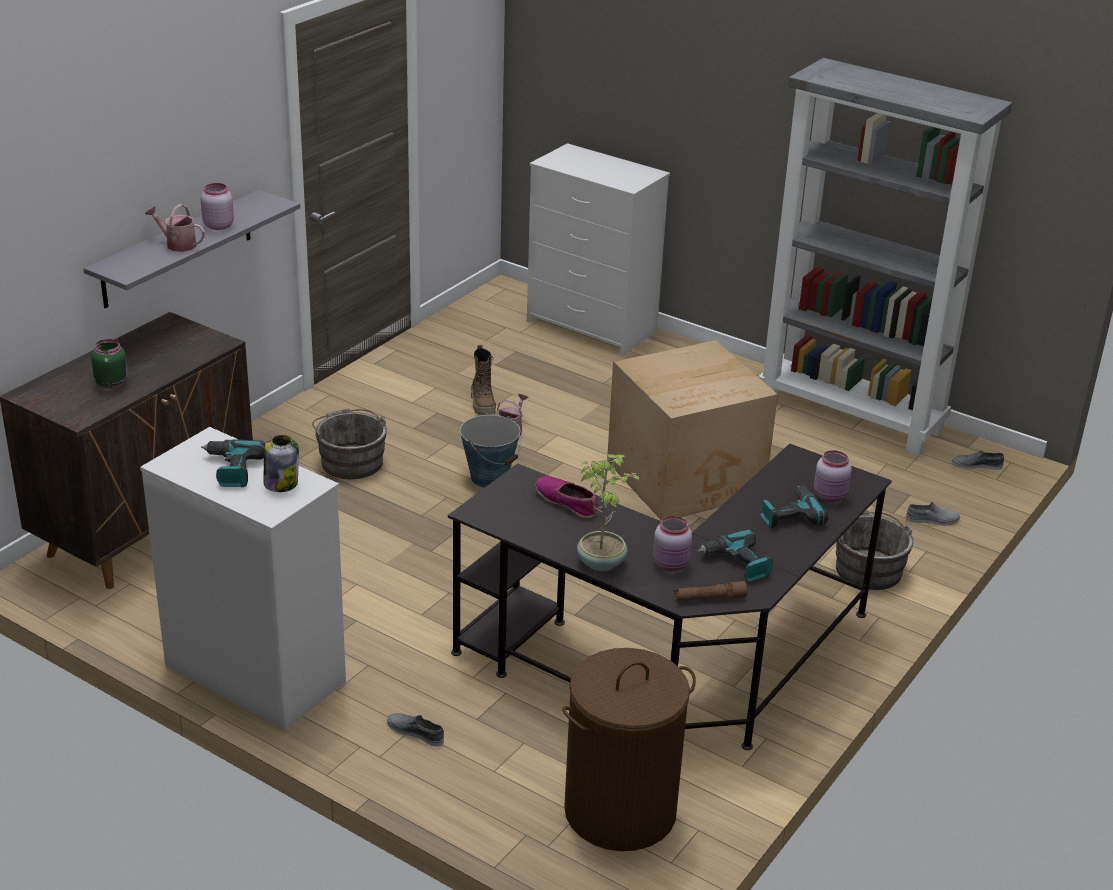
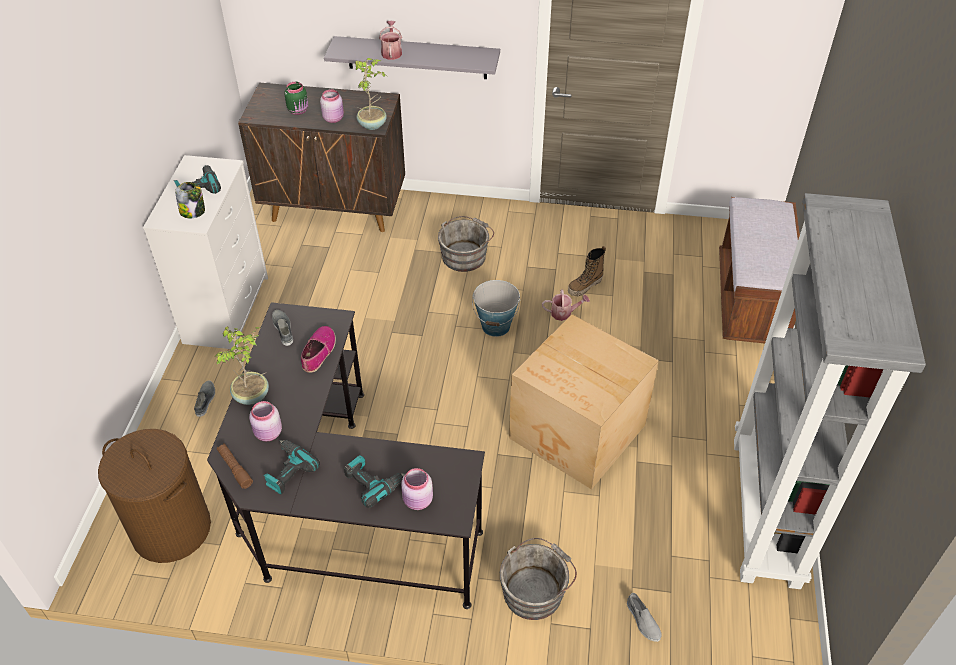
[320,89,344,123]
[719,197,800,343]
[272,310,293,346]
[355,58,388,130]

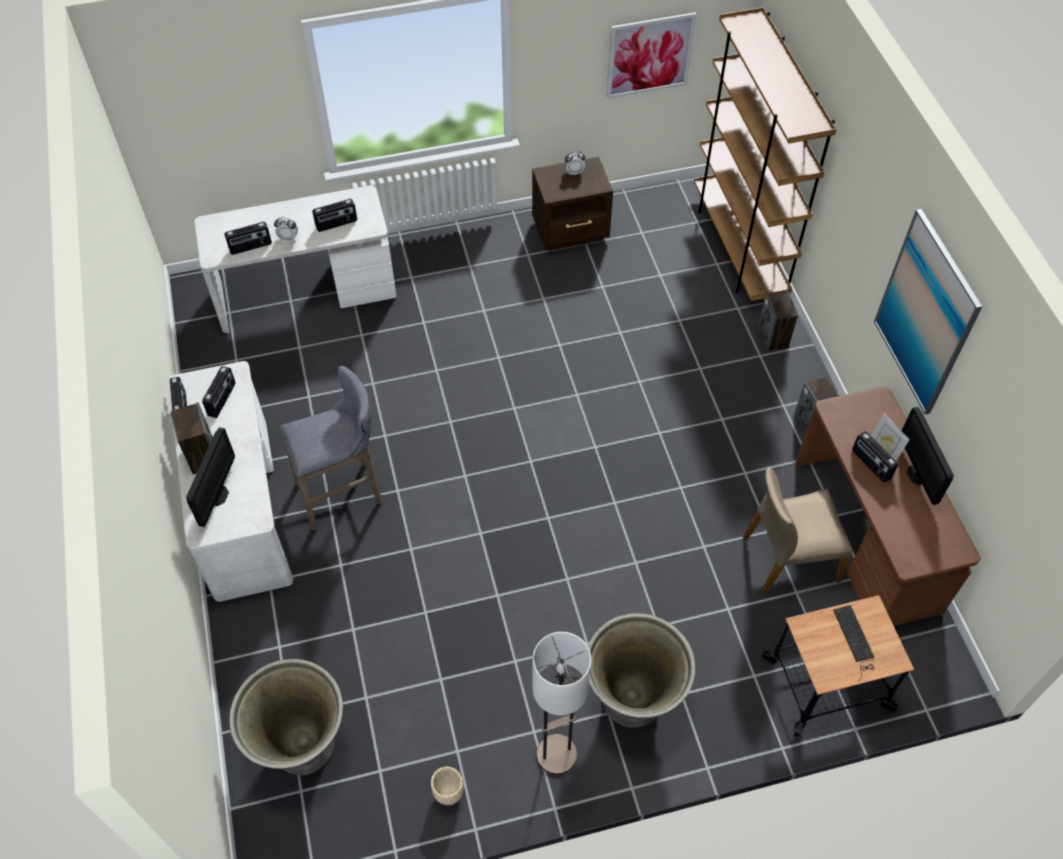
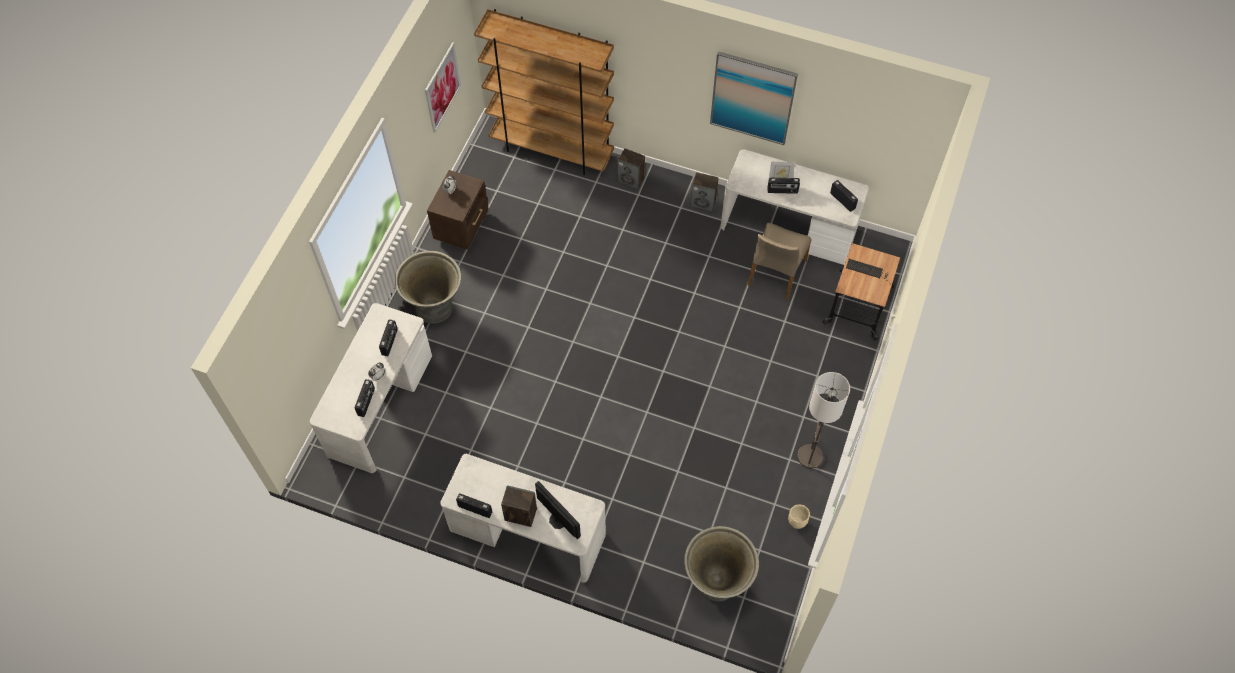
[830,180,858,212]
[280,366,382,530] (first image)
[395,251,461,324]
[721,149,869,265]
[902,407,954,505] (first image)

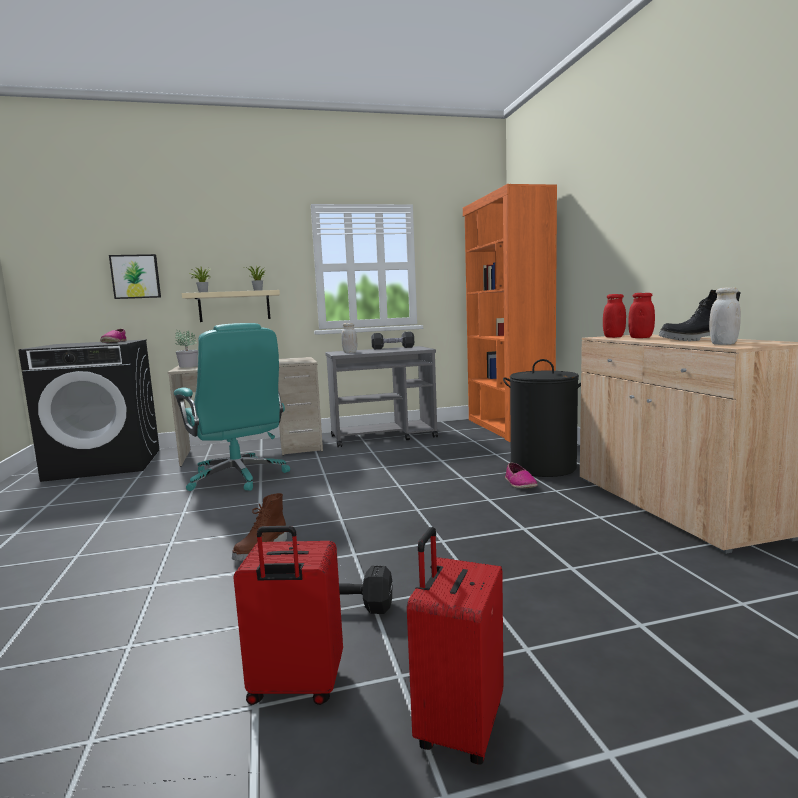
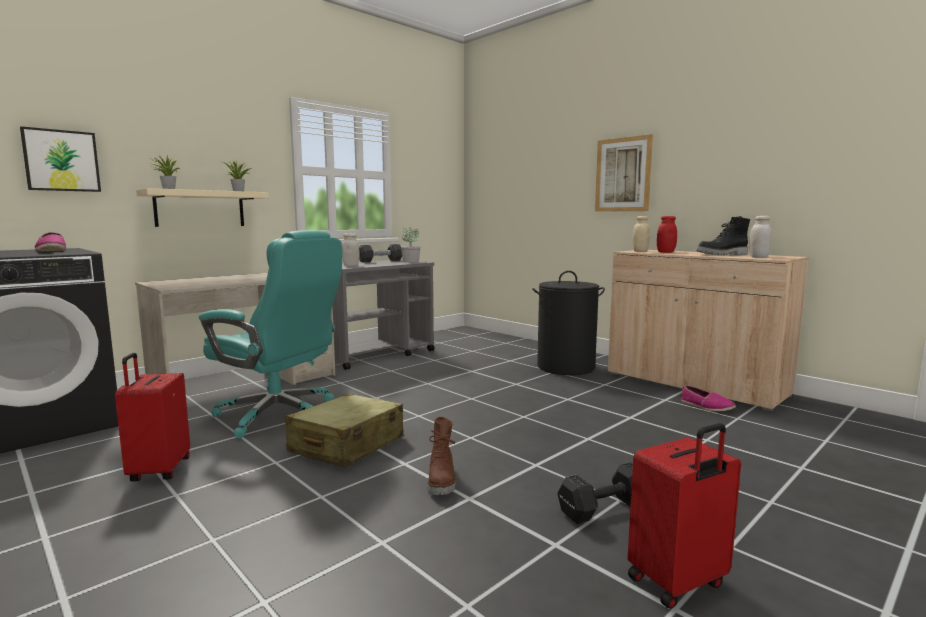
[401,227,420,262]
[115,353,190,482]
[463,184,557,442] (first image)
[681,386,736,411]
[632,216,650,252]
[285,393,404,468]
[595,134,653,212]

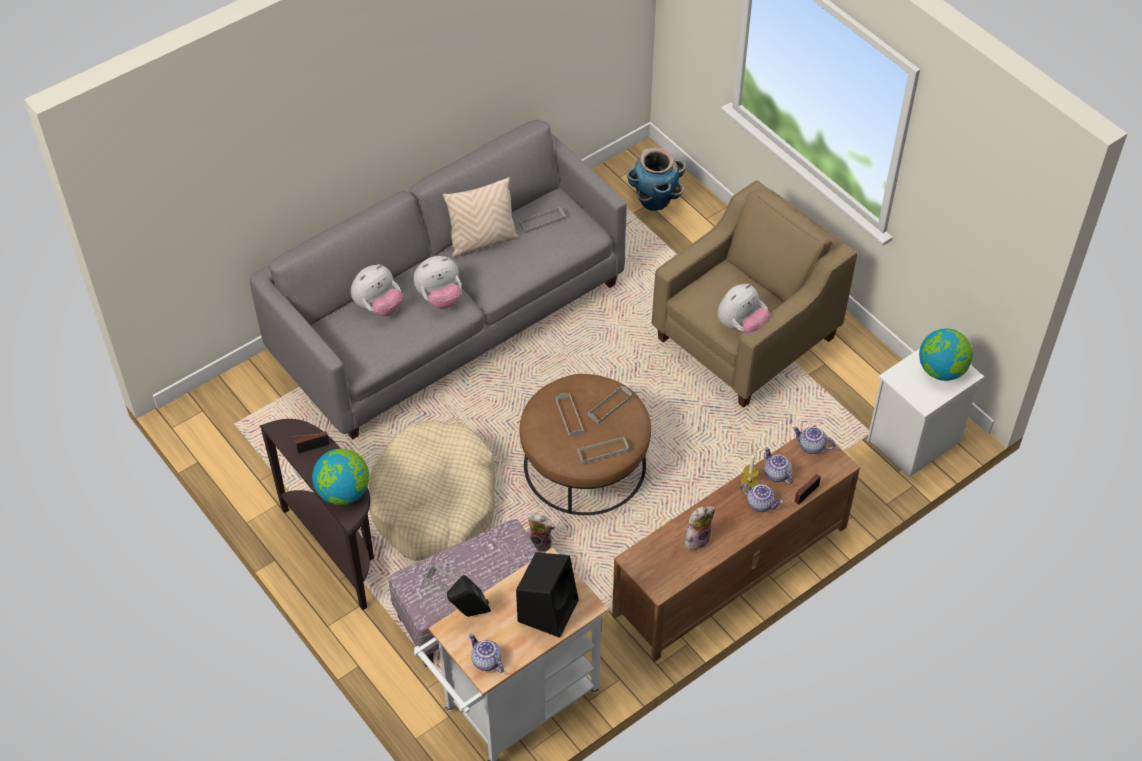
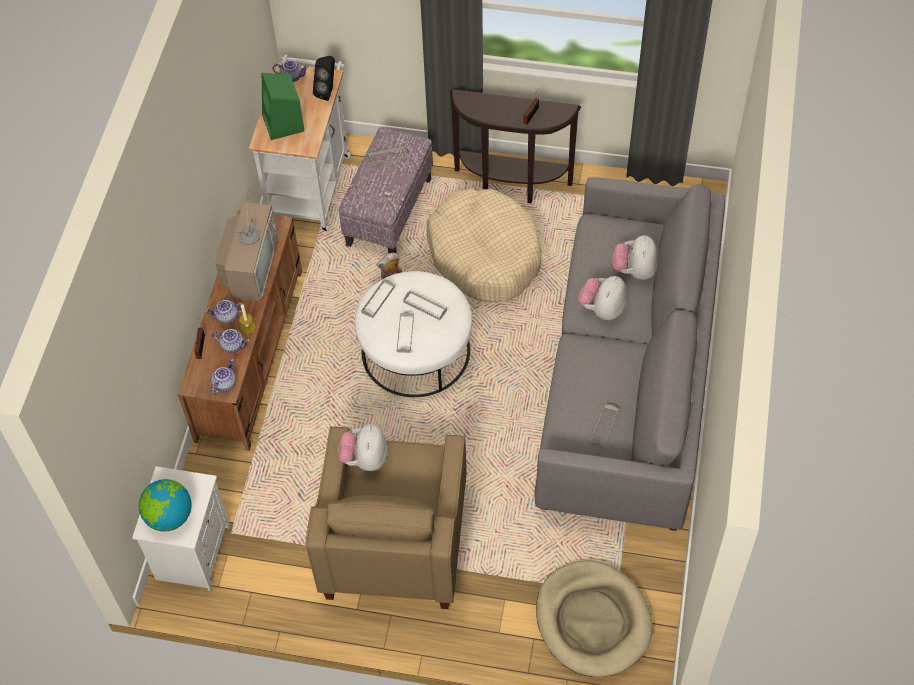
[312,448,369,505] (first image)
[443,177,519,257] (first image)
[262,73,305,140]
[355,271,472,397]
[536,560,653,677]
[215,196,278,302]
[211,359,236,395]

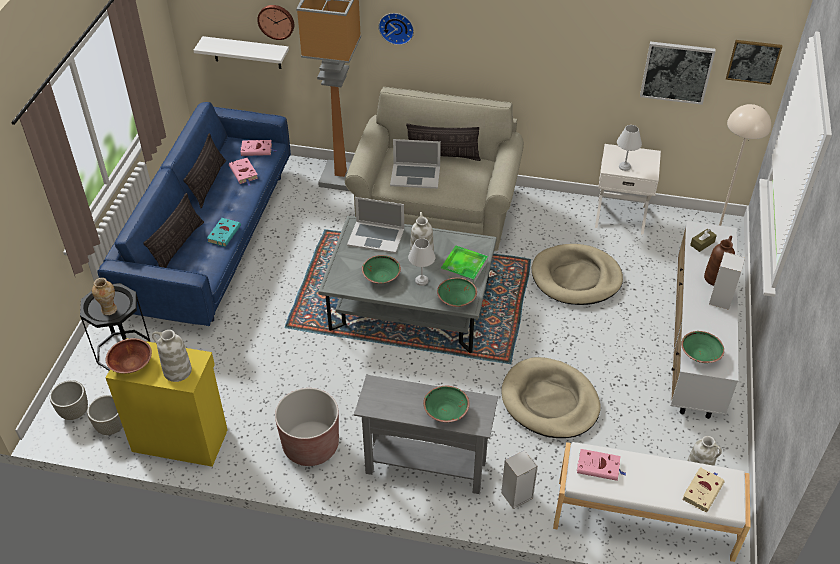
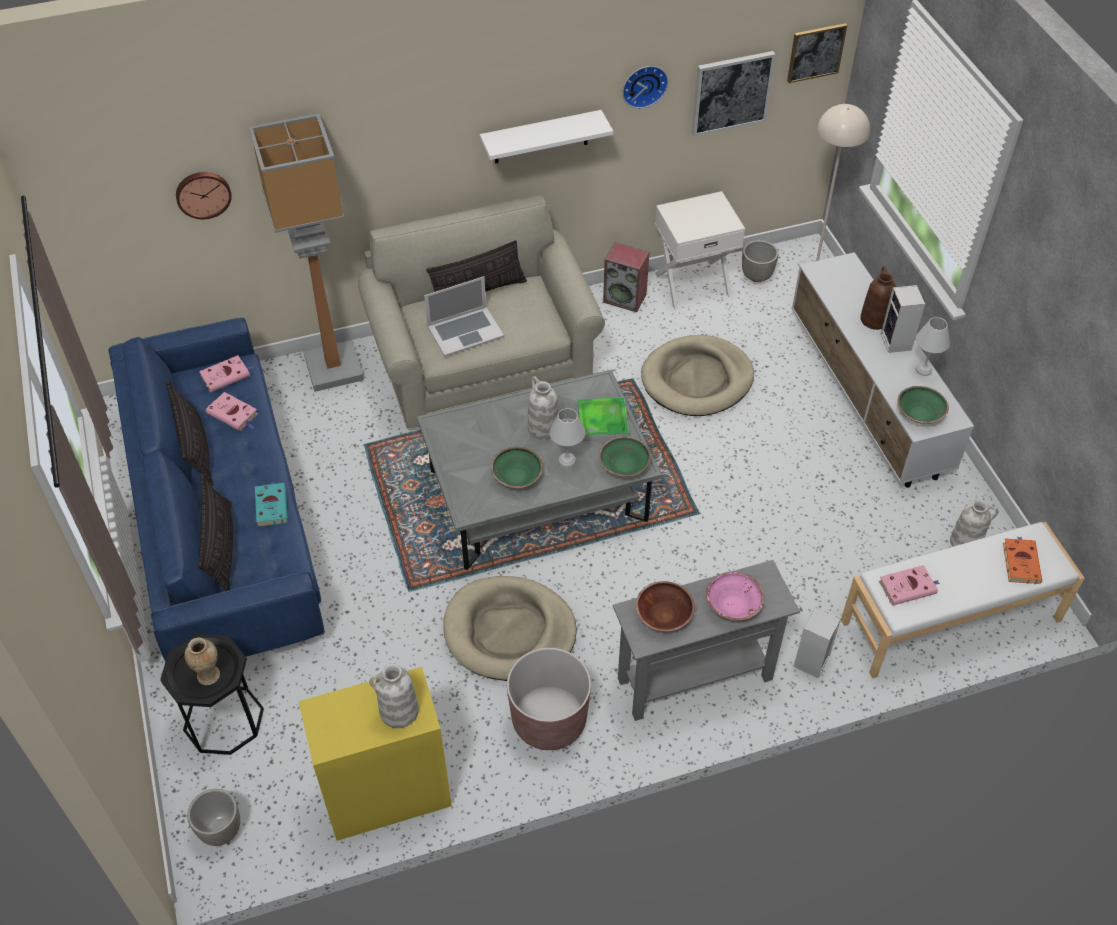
[742,240,778,282]
[636,581,695,632]
[480,110,613,164]
[347,197,404,254] (first image)
[622,66,668,108]
[706,572,764,621]
[443,576,576,681]
[916,317,950,376]
[1003,537,1042,584]
[690,229,717,252] (first image)
[603,242,649,312]

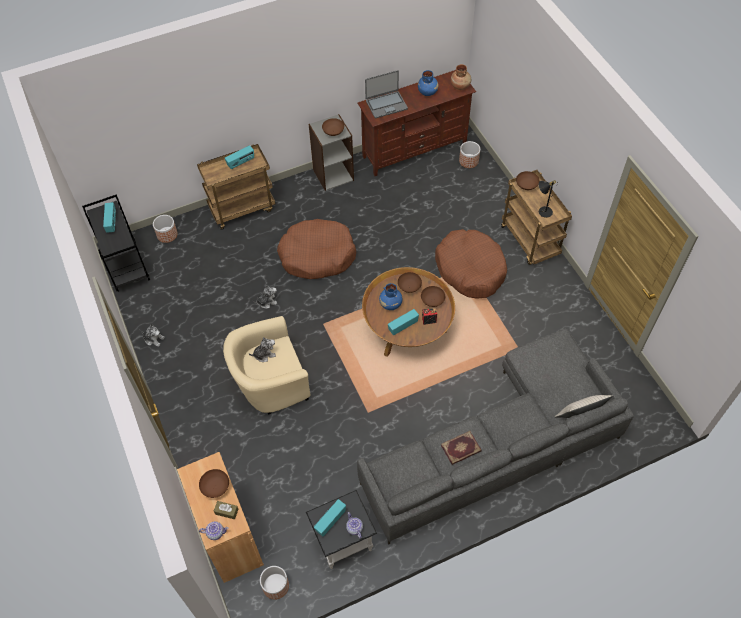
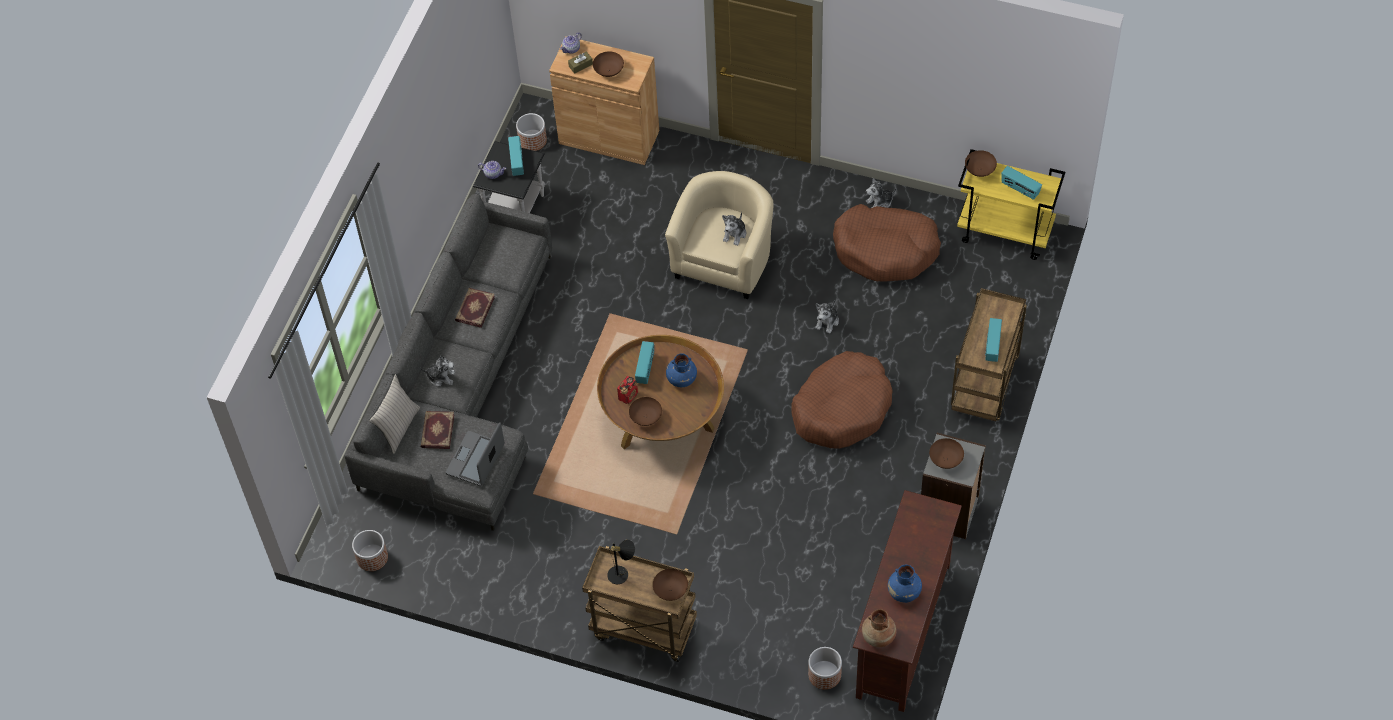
[957,149,1065,260]
[352,530,388,571]
[446,422,505,486]
[965,150,997,177]
[833,204,941,281]
[420,355,455,387]
[421,411,455,449]

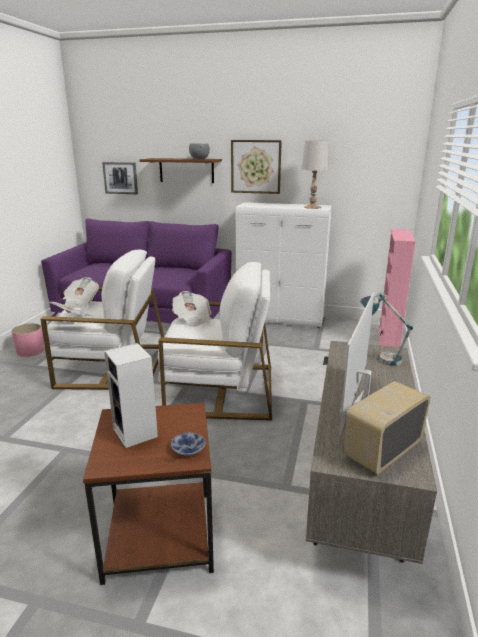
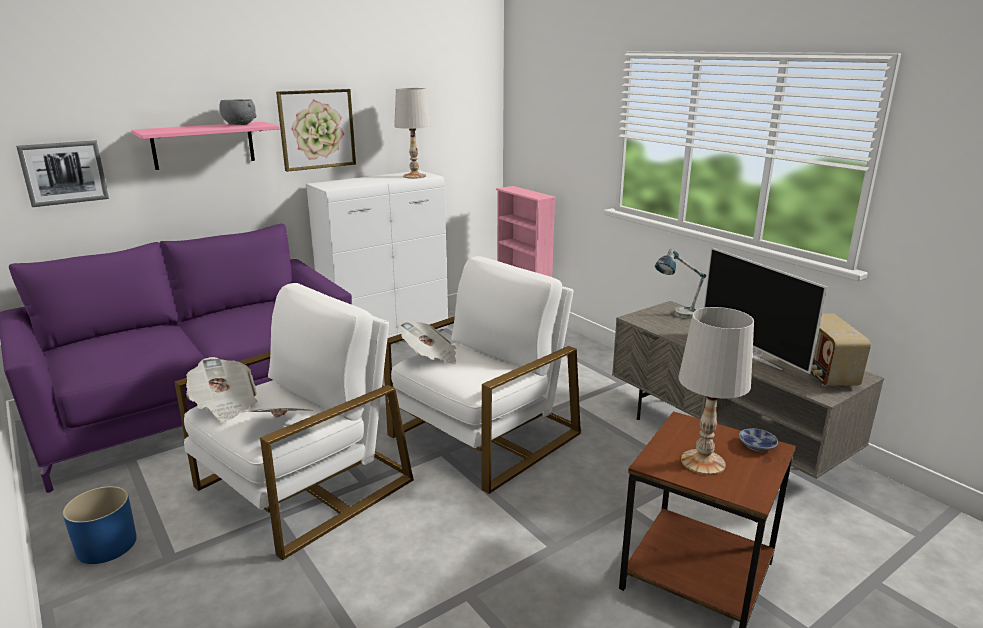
[63,486,137,564]
[679,307,754,475]
[131,122,280,170]

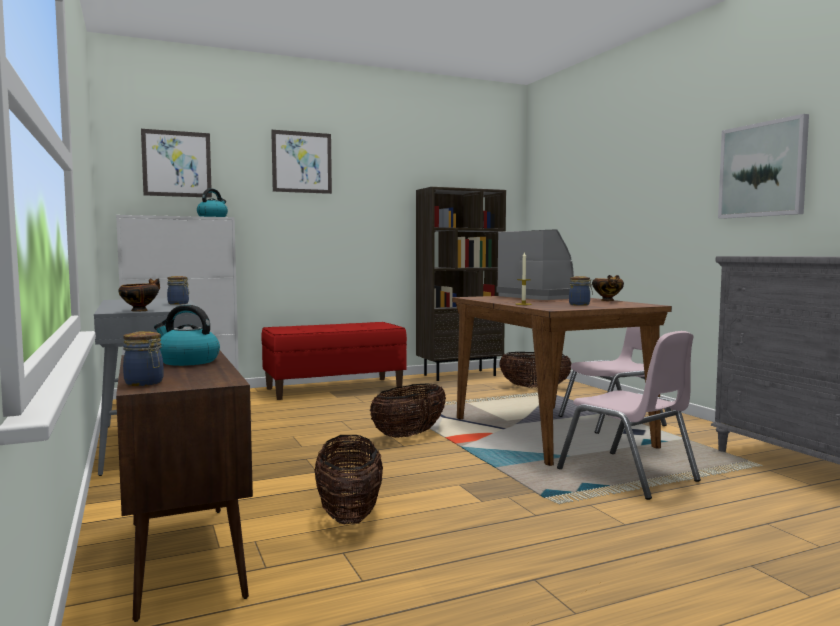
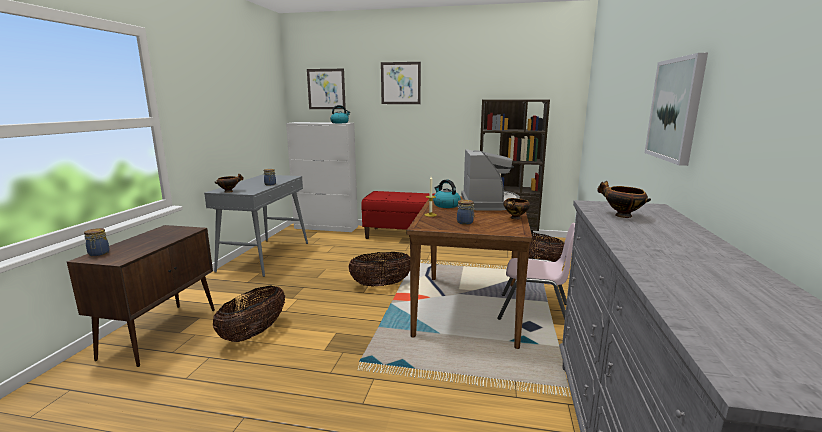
[433,180,461,208]
[557,331,701,500] (first image)
[597,181,651,218]

